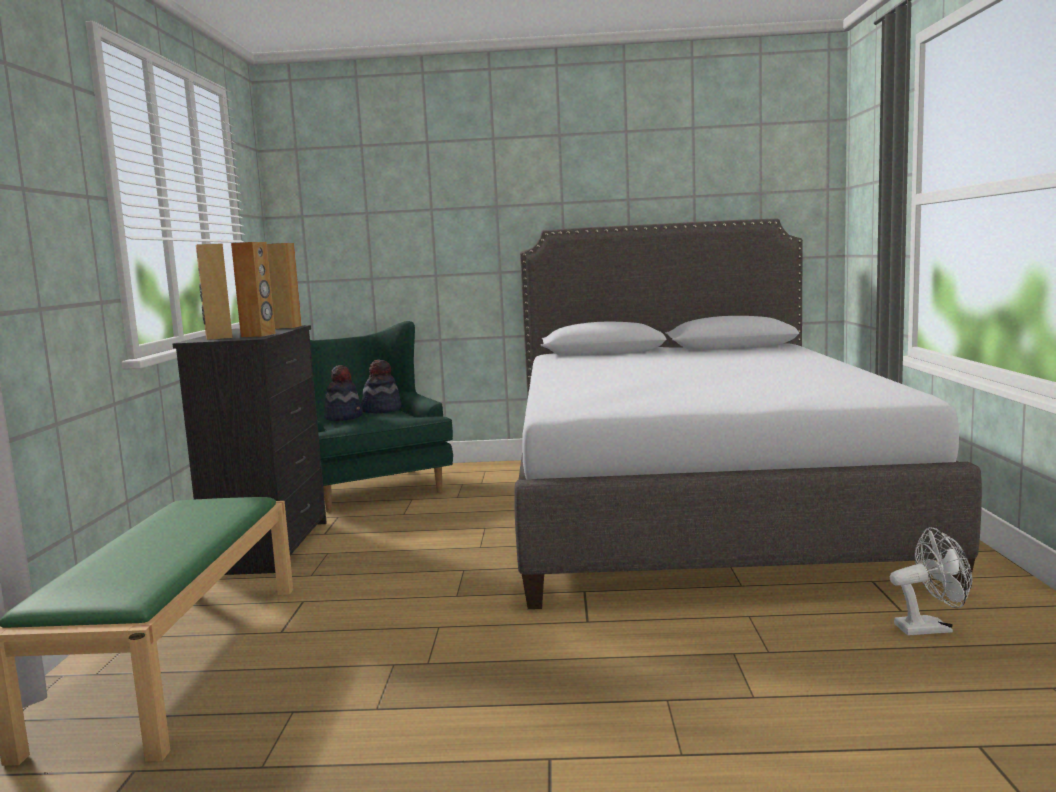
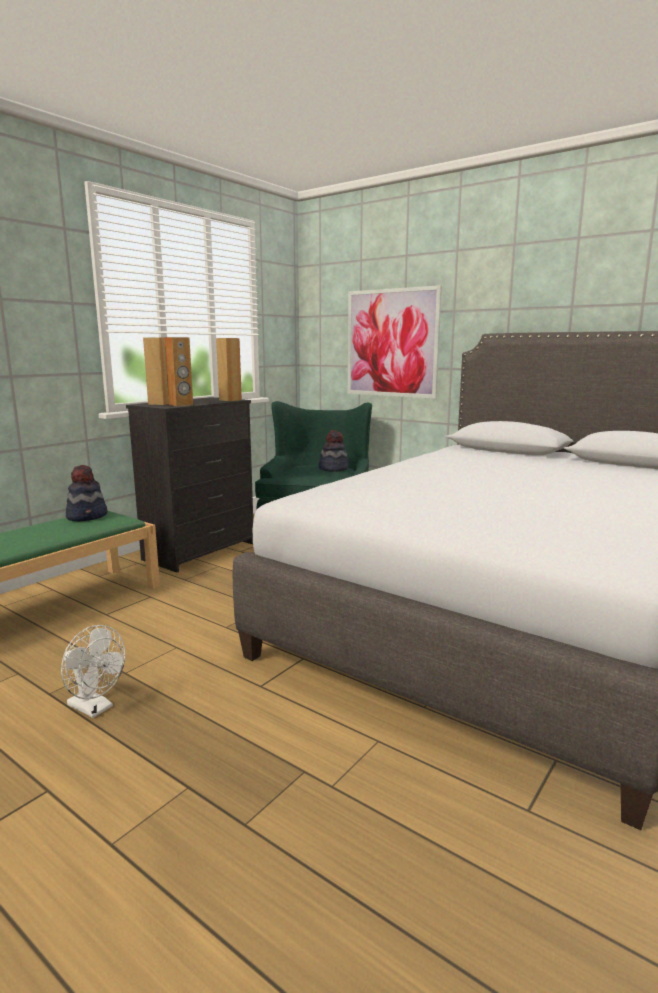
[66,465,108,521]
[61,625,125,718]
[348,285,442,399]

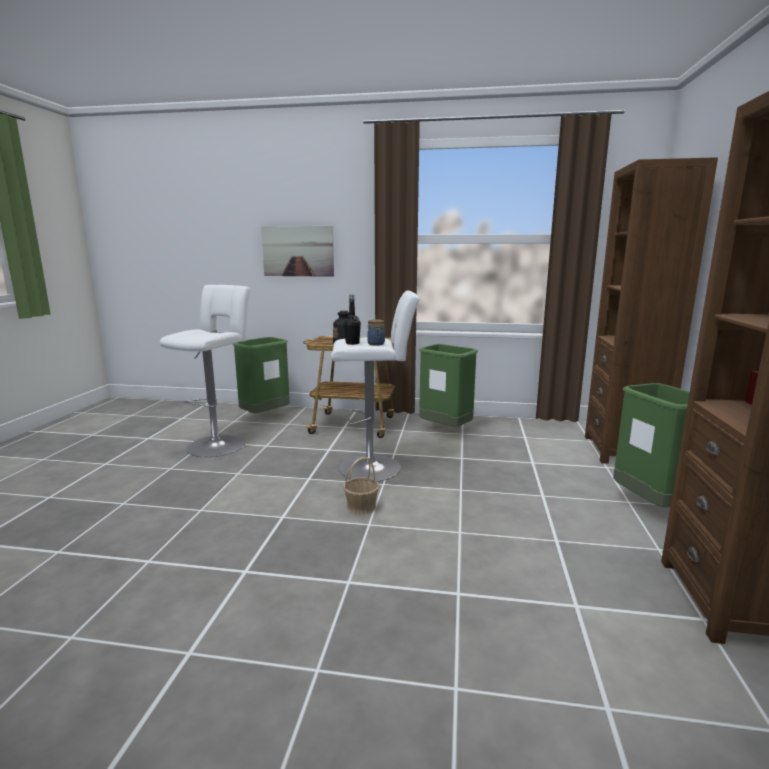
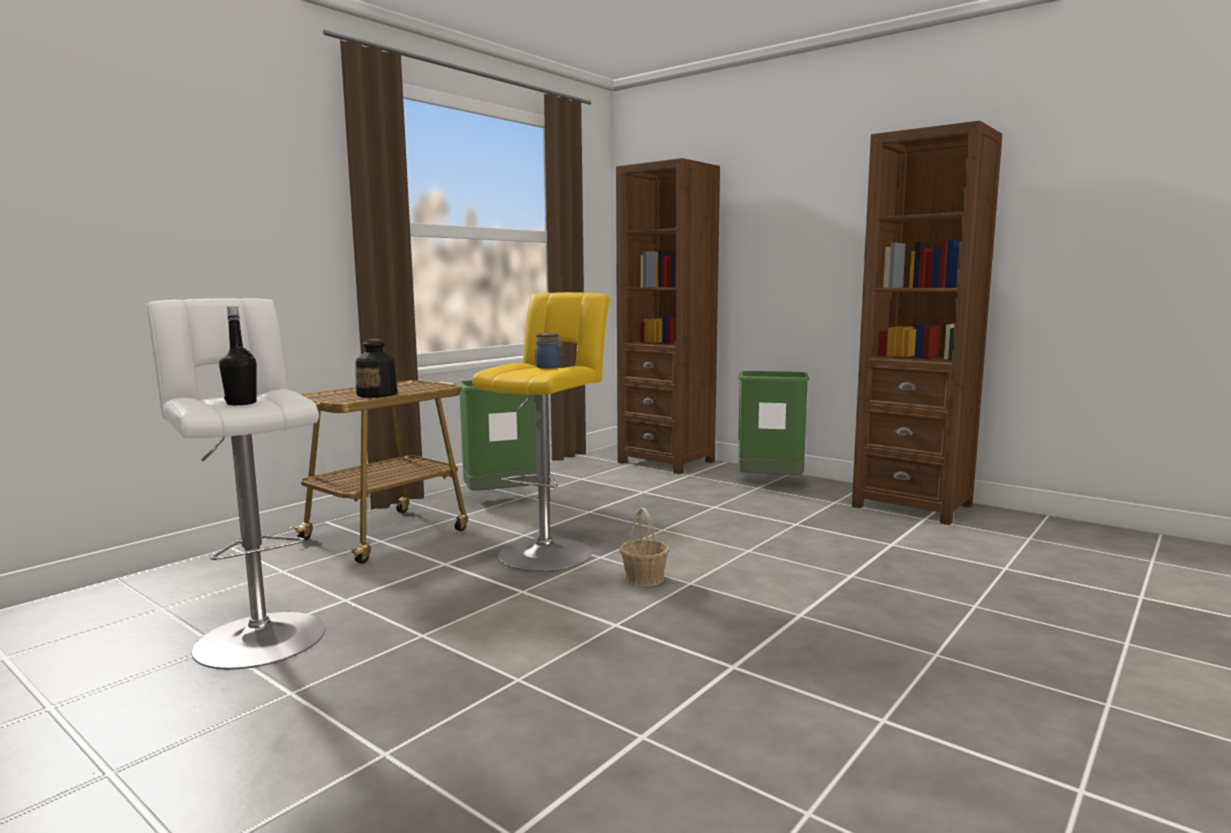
[232,337,290,413] (first image)
[261,226,334,277] (first image)
[472,292,610,572]
[219,306,257,405]

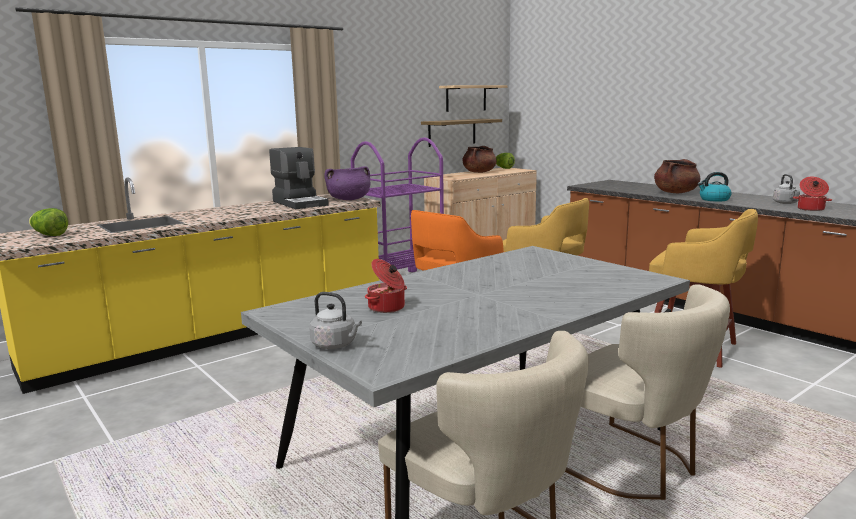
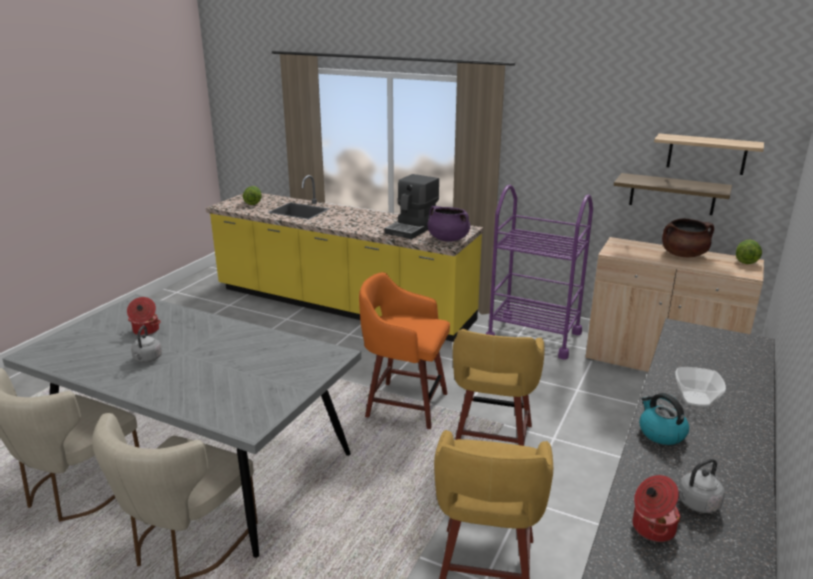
[131,325,162,363]
[675,367,726,406]

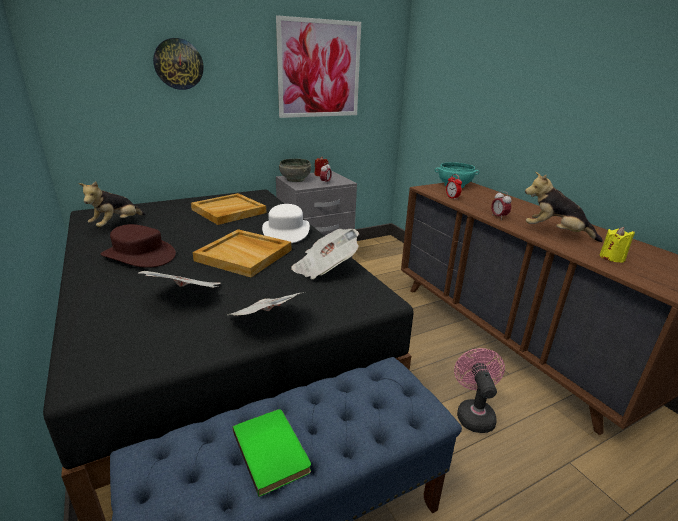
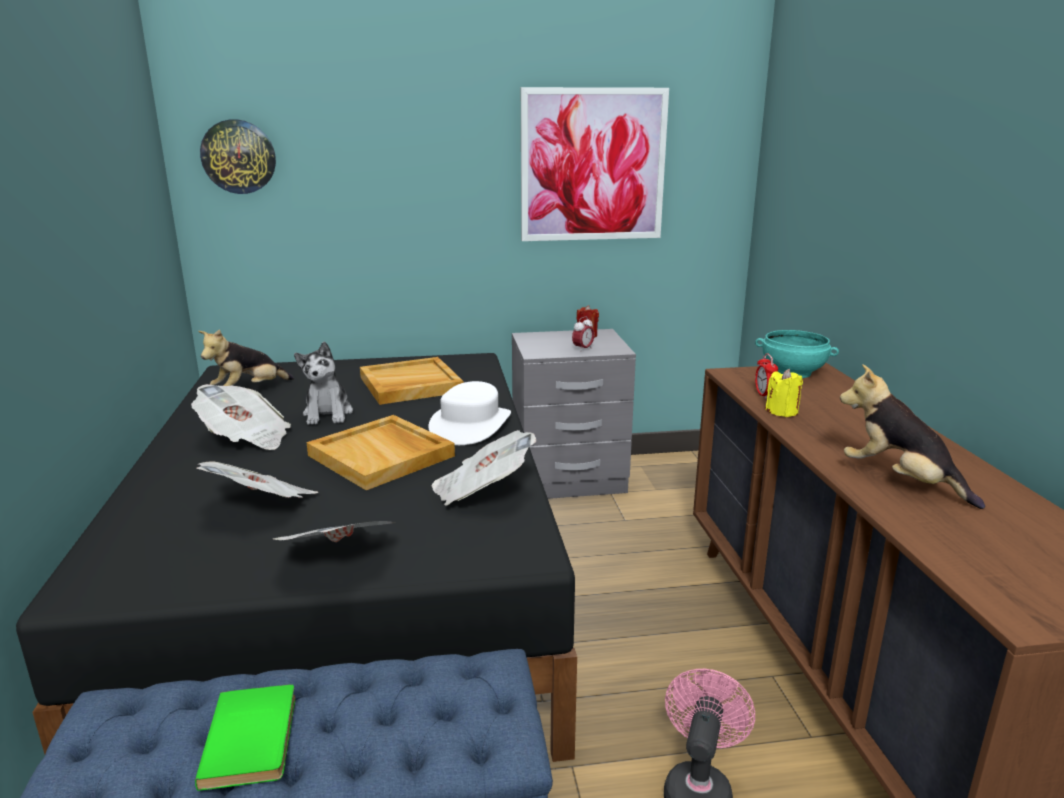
[191,384,291,450]
[200,119,276,194]
[279,159,311,182] (first image)
[491,191,512,220] (first image)
[765,369,803,417]
[294,341,353,425]

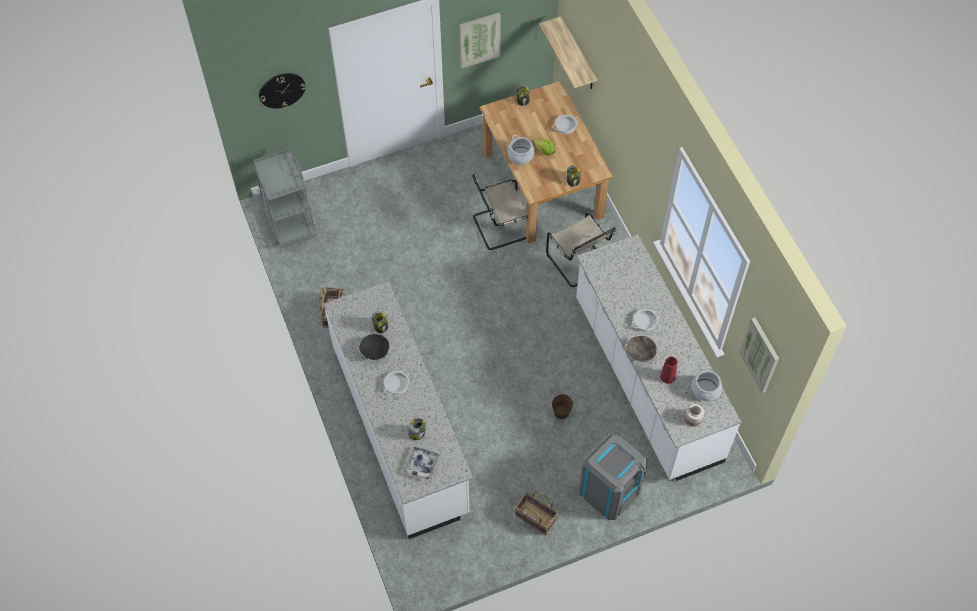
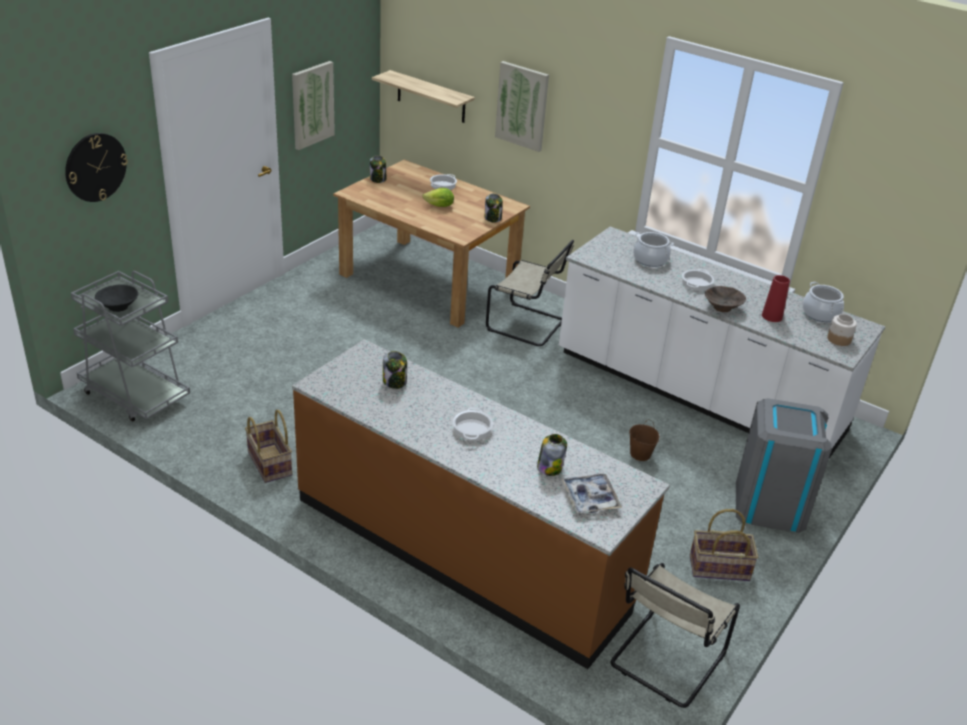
[292,339,670,669]
[95,284,138,312]
[610,563,740,708]
[633,232,674,267]
[495,61,549,152]

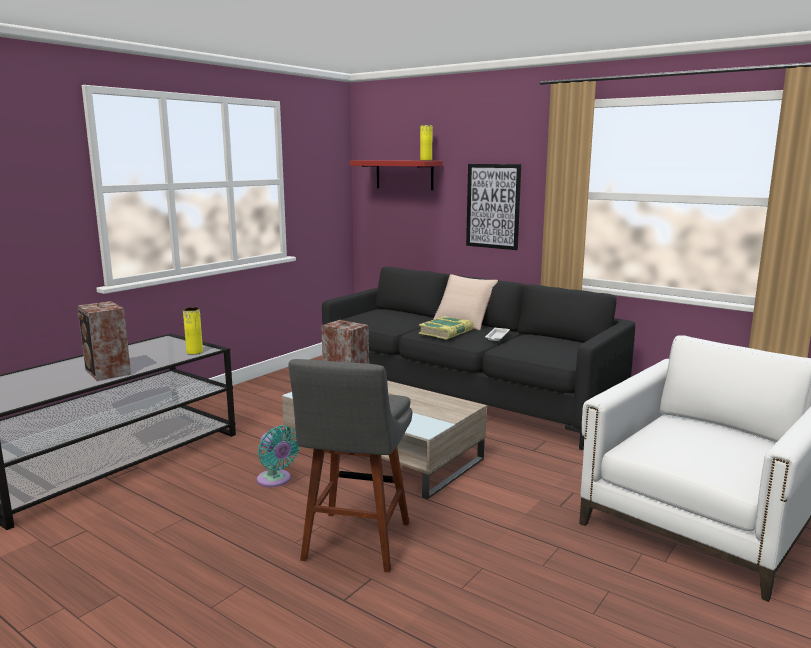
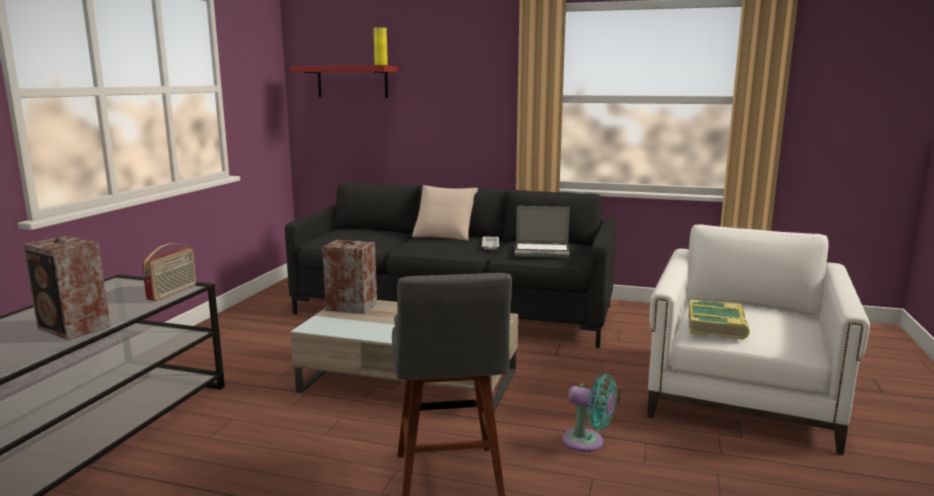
[142,243,196,301]
[562,374,617,452]
[688,299,750,340]
[466,164,521,250] (first image)
[514,206,570,258]

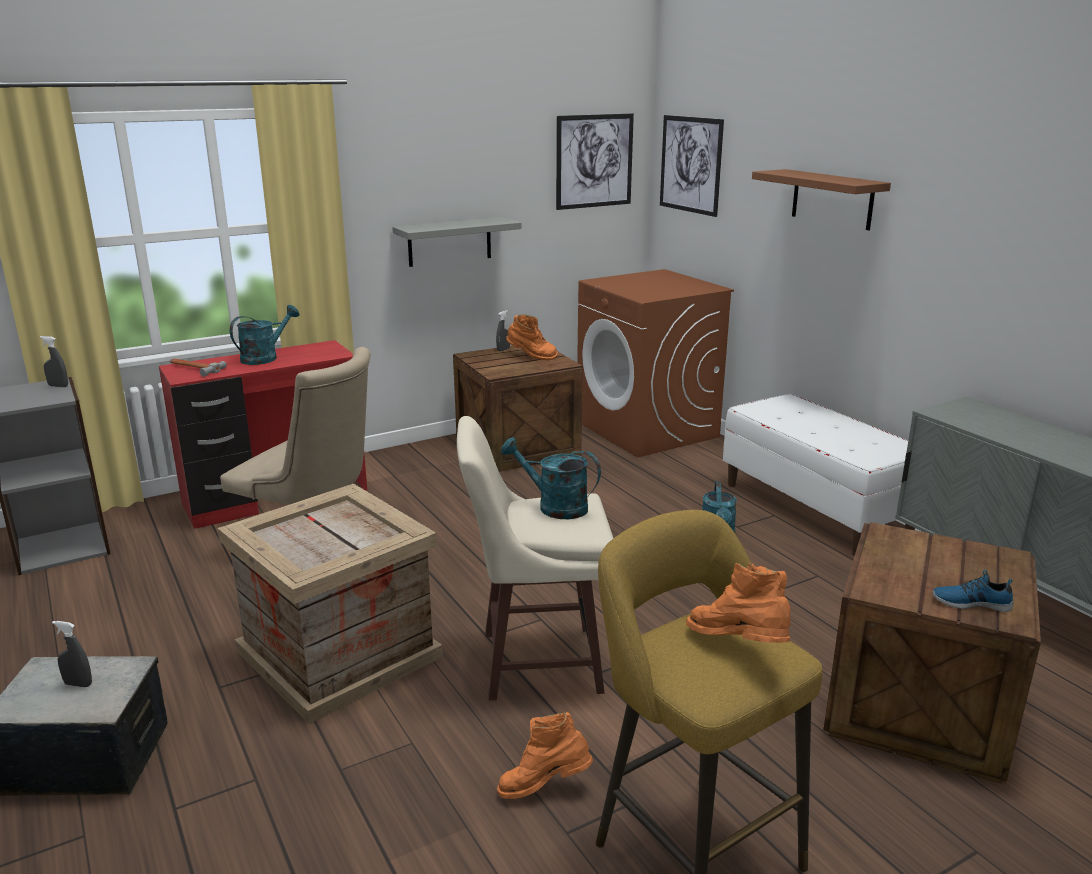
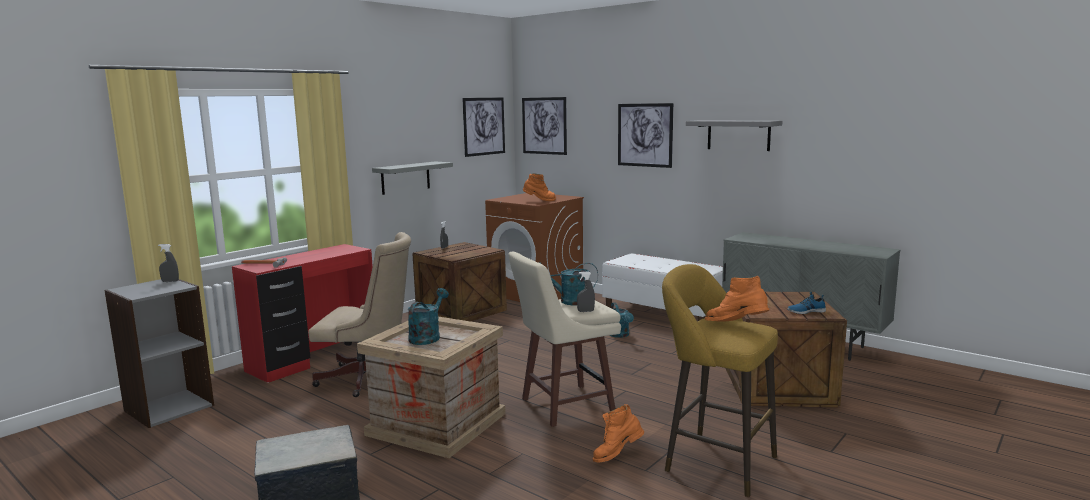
[577,271,595,312]
[408,288,449,345]
[523,174,556,201]
[618,103,673,168]
[686,120,782,151]

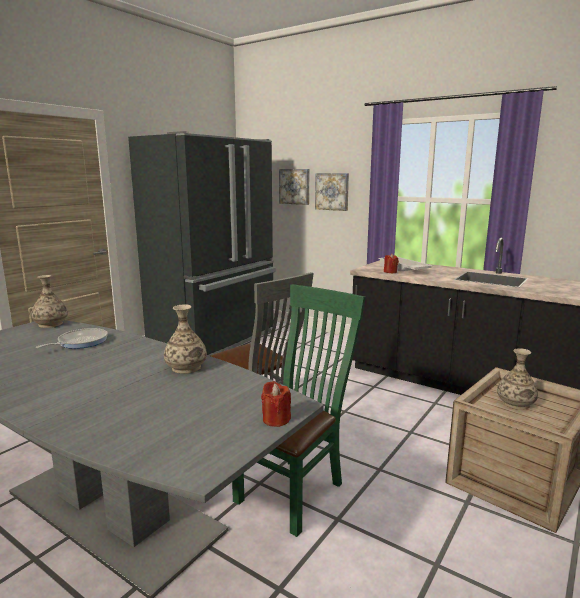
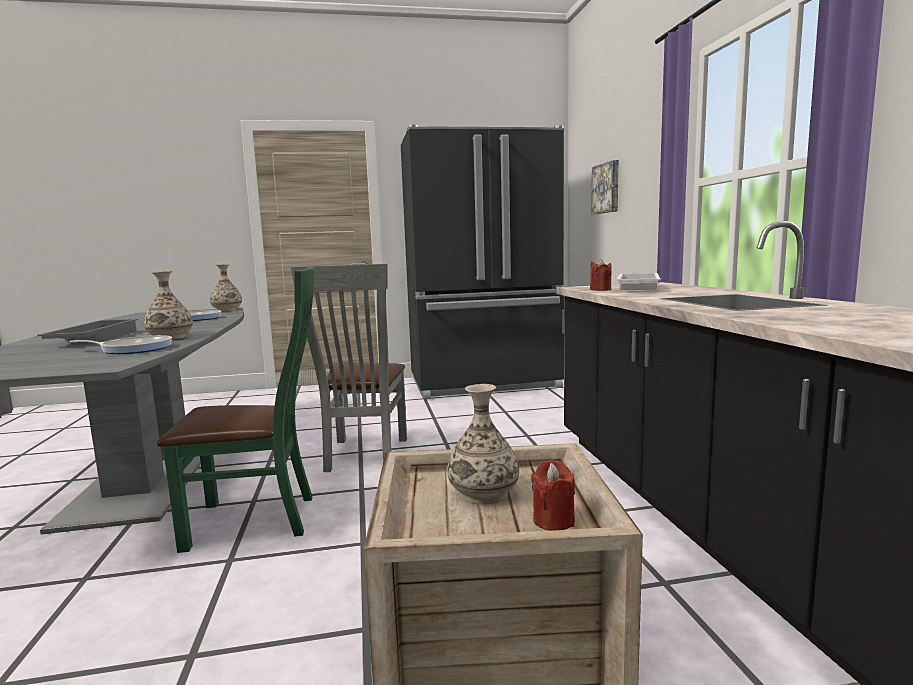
[531,460,575,531]
[315,173,349,211] (first image)
[37,319,138,342]
[70,335,172,354]

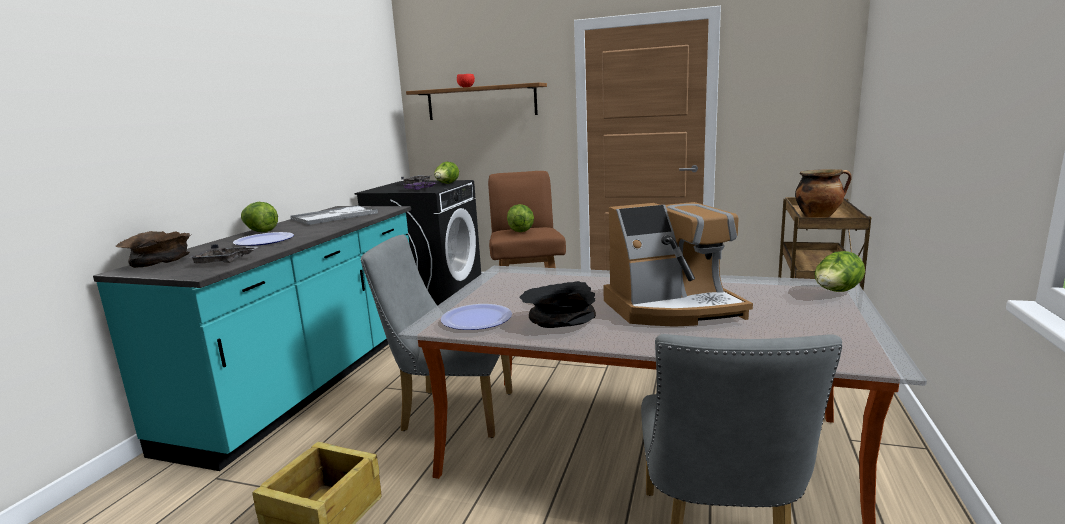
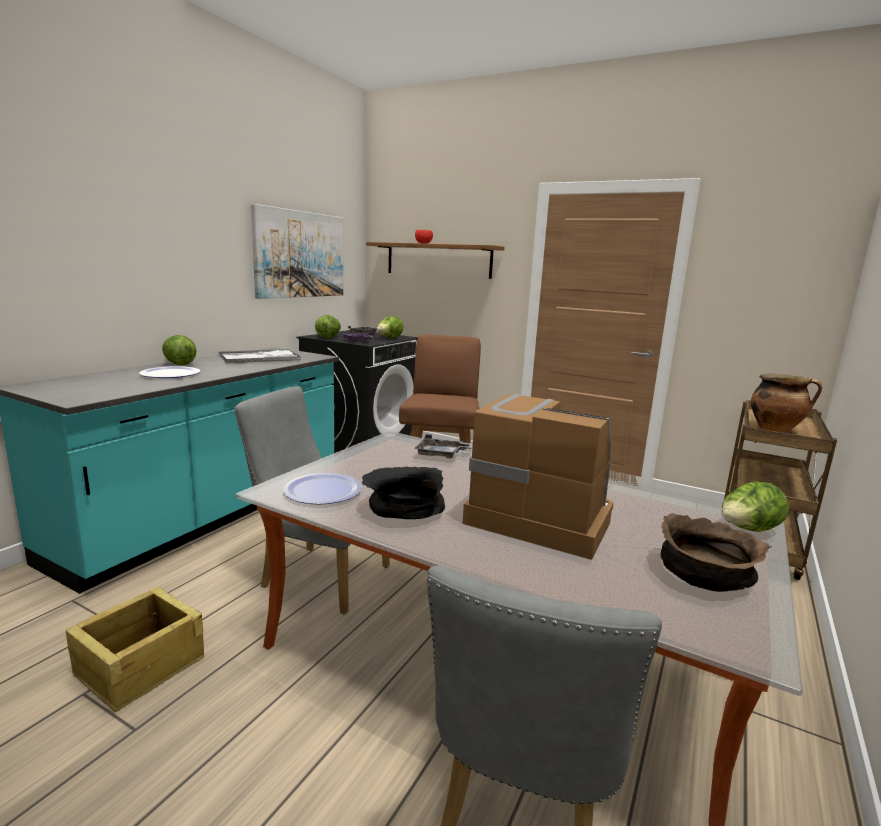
[661,513,772,592]
[414,434,473,459]
[315,315,341,338]
[462,394,614,560]
[251,204,343,299]

